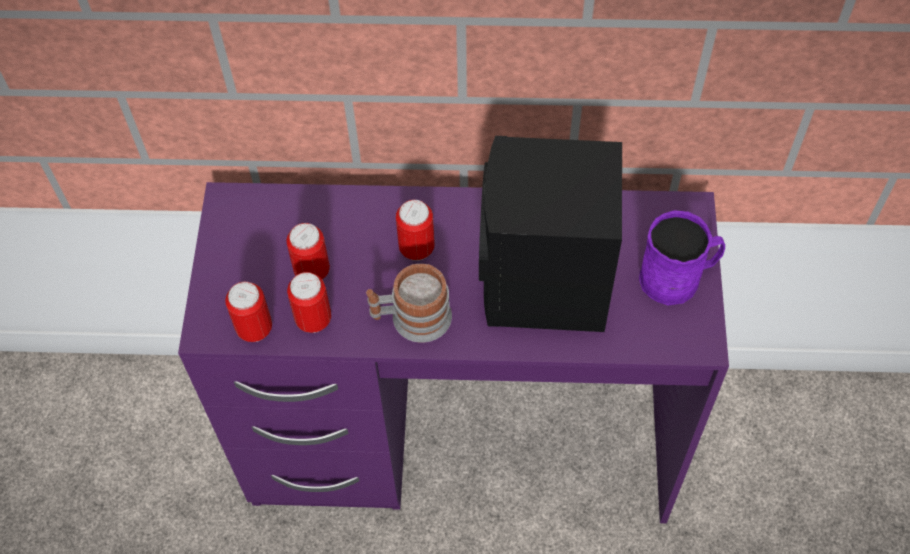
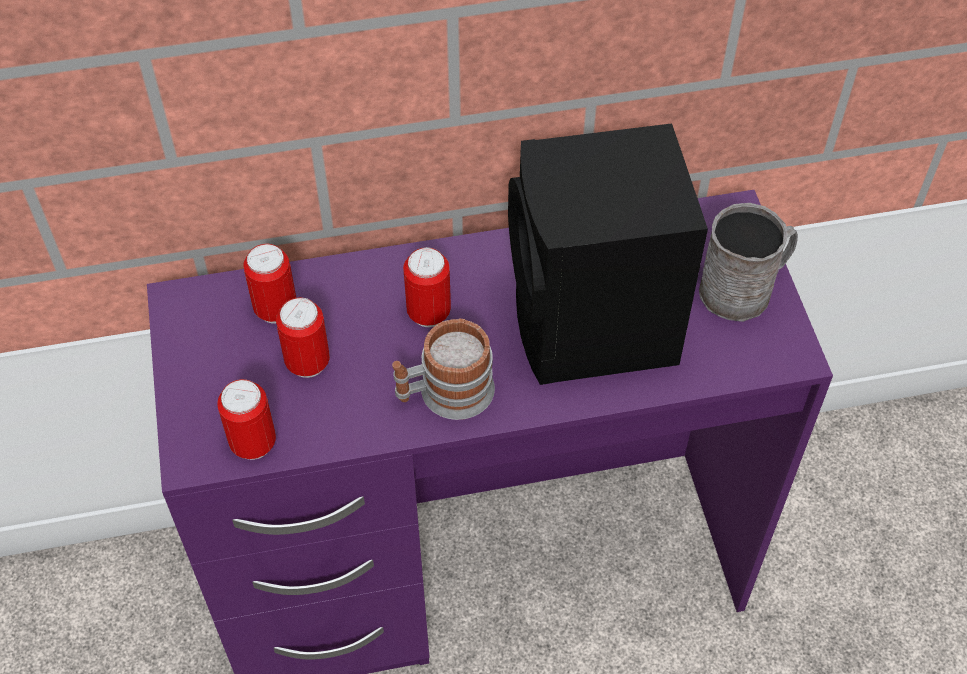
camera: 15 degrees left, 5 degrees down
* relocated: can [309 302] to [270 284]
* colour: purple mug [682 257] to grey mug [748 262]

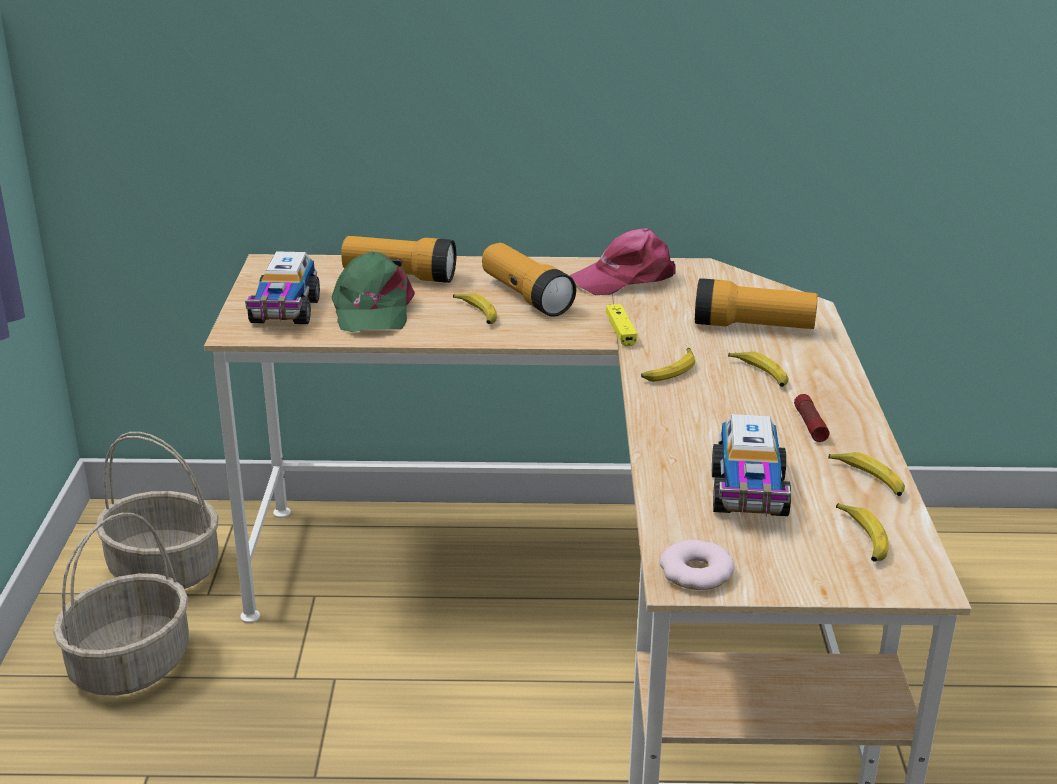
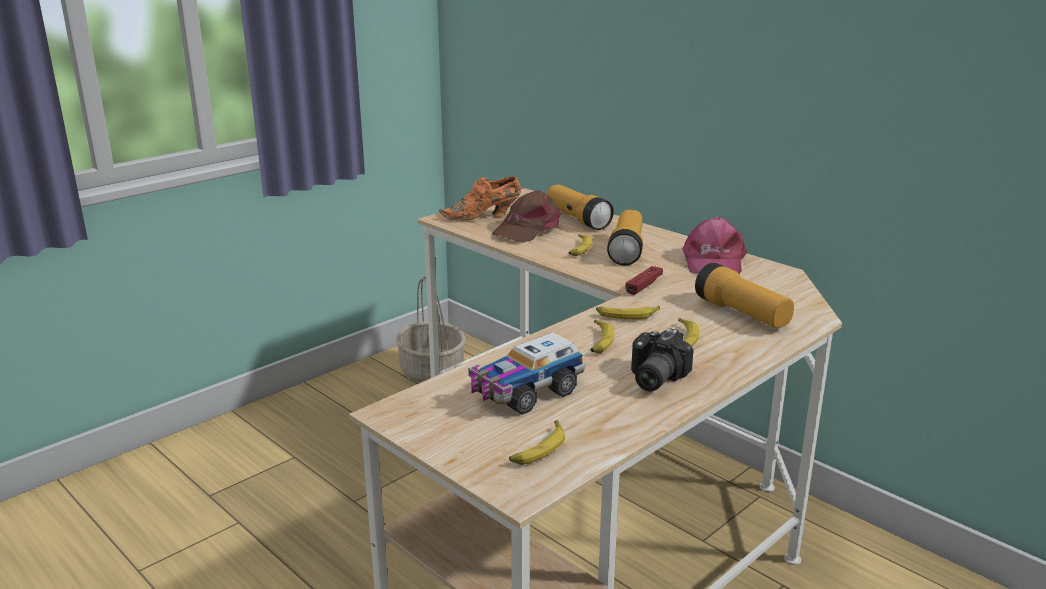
camera: 45 degrees right, 5 degrees down
* missing: basket [121 604]
* exchanged: toy truck [282 287] to orange shoe [480 198]
* colour: green cap [373 292] to brown cap [526 216]
* spun: pink cap [622 261] = [715 245] 105 degrees counterclockwise
* colour: yellow game controller [621 325] to red game controller [644 280]
* missing: donut [697 565]
* exchanged: flashlight [811 418] to photo camera [662 359]
* relocated: banana [866 474] to [602 336]

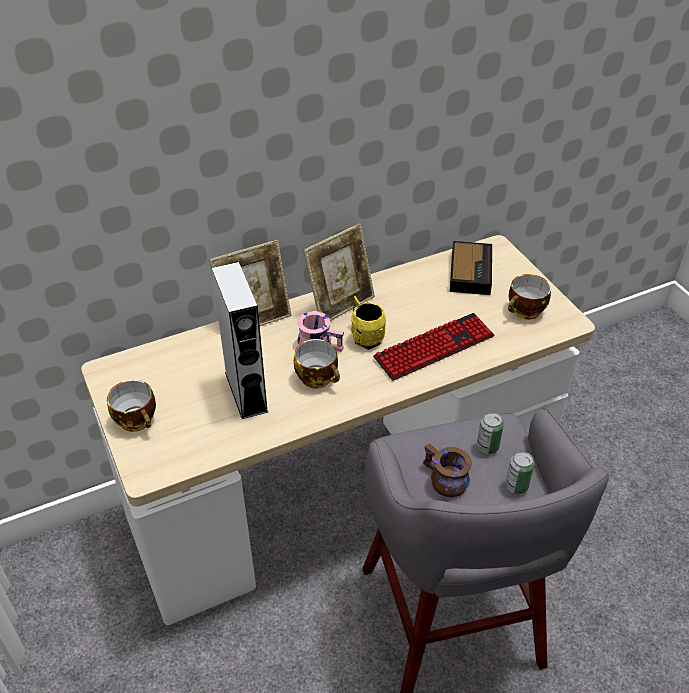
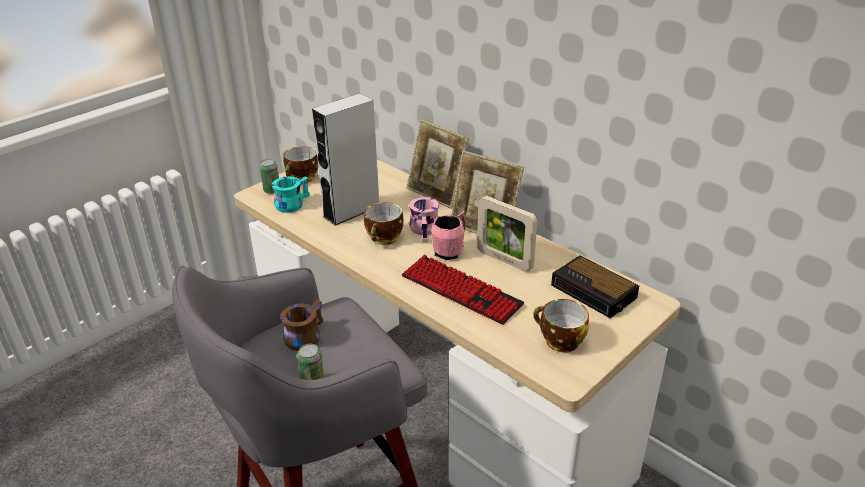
camera: 70 degrees right, 10 degrees down
* colour: yellow mug [368 323] to pink mug [448 235]
* spun: alarm clock [471 268] = [595 286] 60 degrees clockwise
* relocated: can [490 433] to [269 176]
* appeared: turquoise mug [291 194]
* appeared: picture frame [507 234]

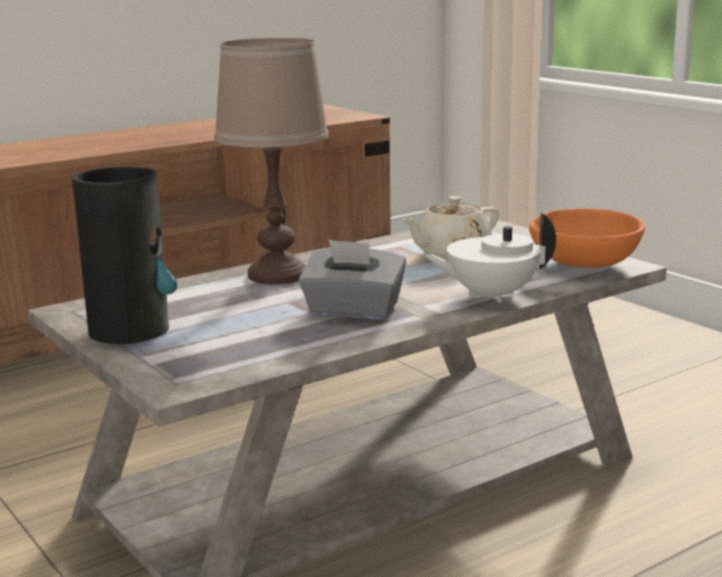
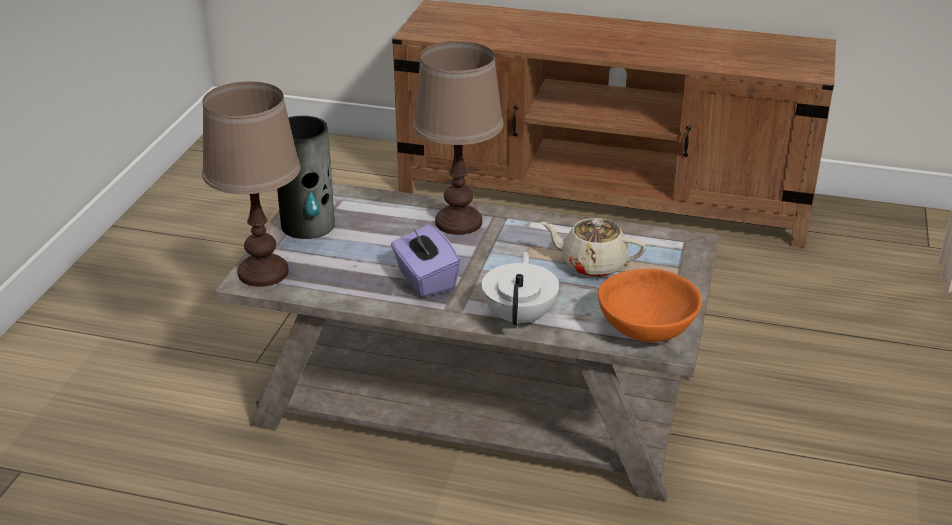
camera: 50 degrees right, 15 degrees up
* colour: grey tissue box [352 279] to purple tissue box [426 261]
* spun: white teapot [489 258] = [520 290] 60 degrees clockwise
* appeared: brown table lamp [251 184]

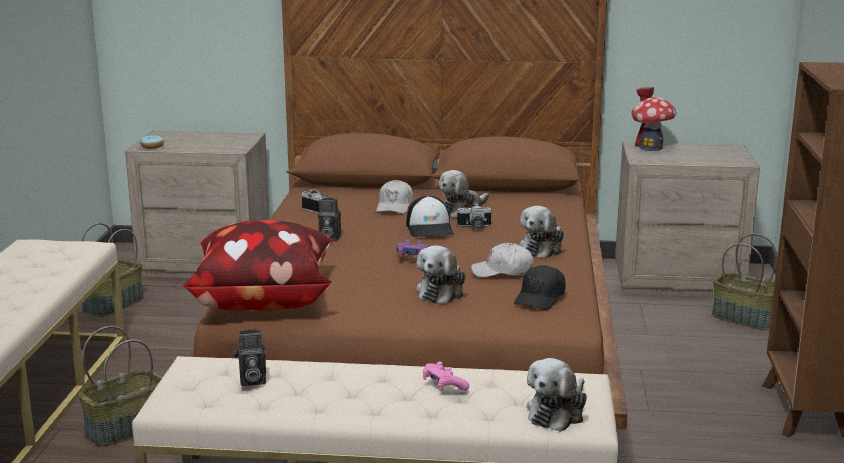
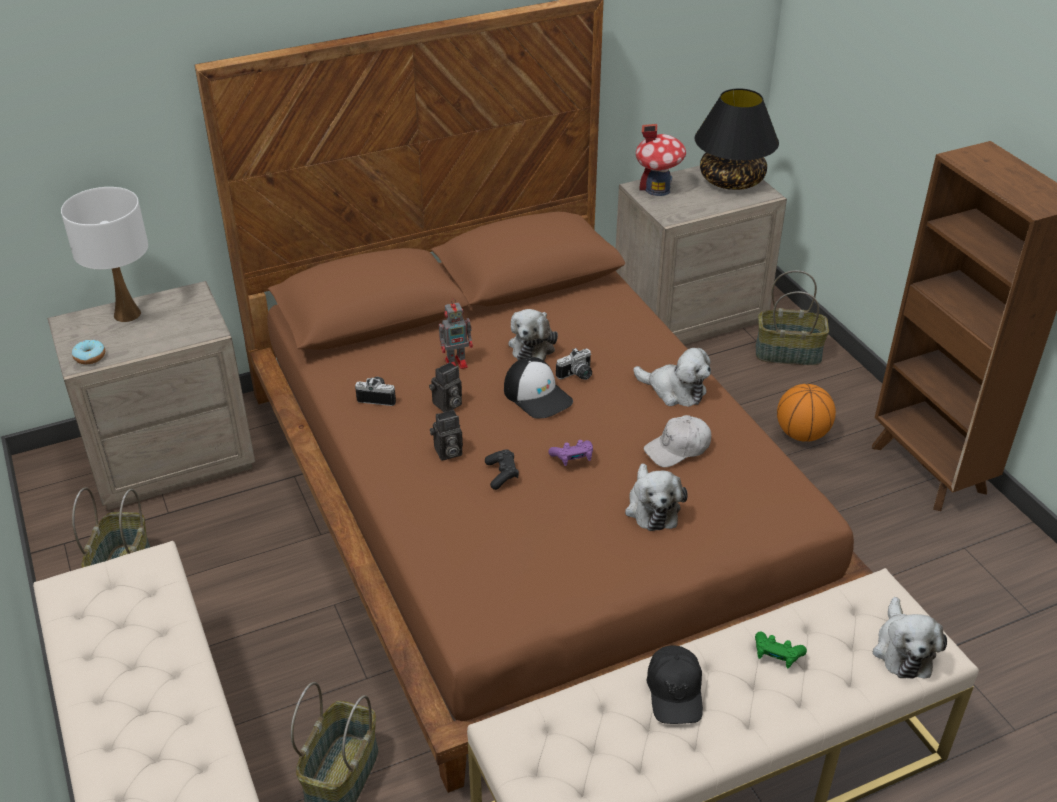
camera: 30 degrees left, 20 degrees up
* missing: pillow [256 265]
* relocated: photo camera [250 357] to [445 387]
* exchanged: white cap [394 197] to toy robot [456 333]
* colour: pink game controller [446 376] to green game controller [781 650]
* relocated: black cap [540 287] to [674 684]
* spun: plush toy [542 232] = [672 377] 60 degrees counterclockwise
* appeared: white table lamp [104 254]
* appeared: black game controller [502 469]
* appeared: black table lamp [736 139]
* appeared: basketball [806 413]

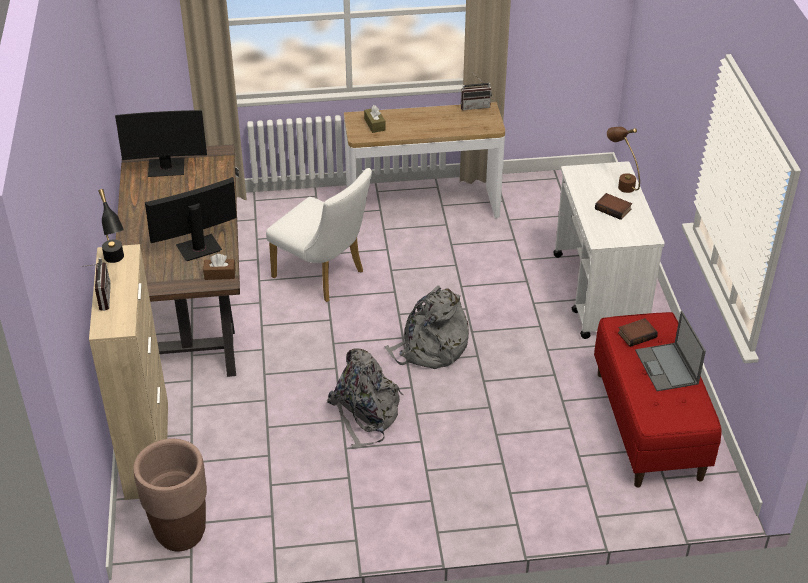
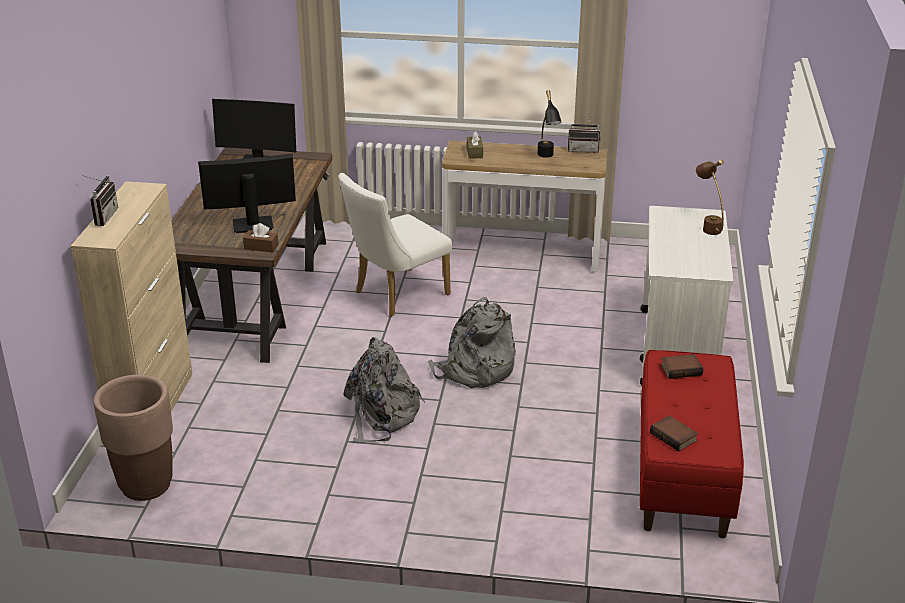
camera: 15 degrees right, 10 degrees down
* relocated: black table lamp [111 226] to [549 124]
* spun: white chair [319 235] = [395 244] 90 degrees clockwise
* relocated: book [613 206] to [674 433]
* missing: laptop [670 351]

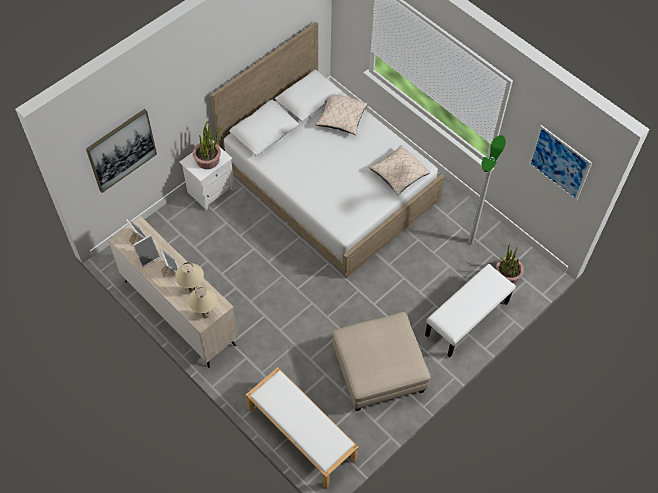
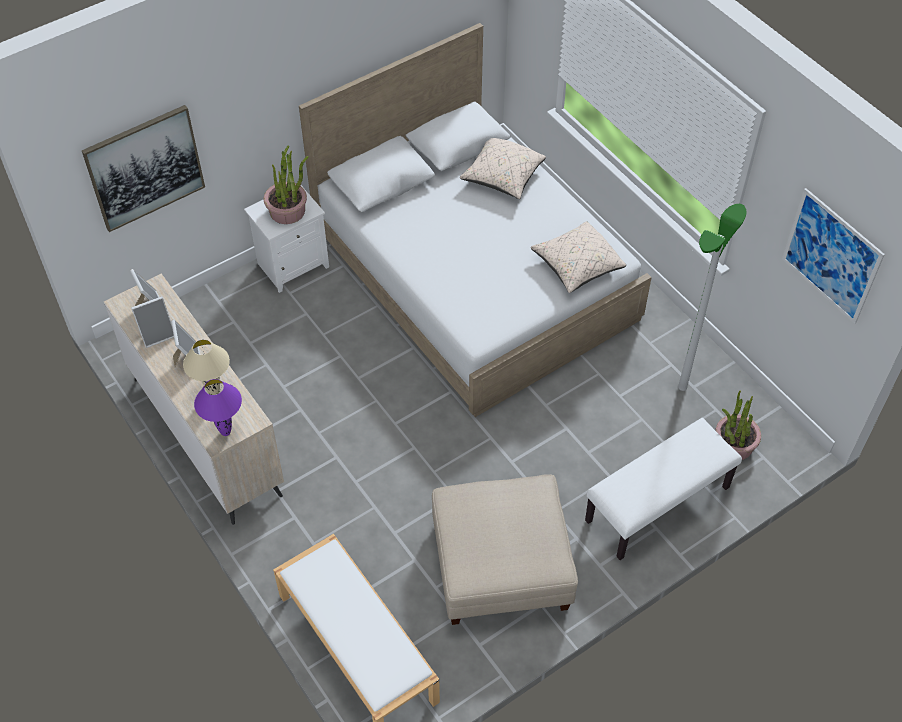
camera: 10 degrees right, 5 degrees down
* colour: beige table lamp [202 302] to purple table lamp [218 407]

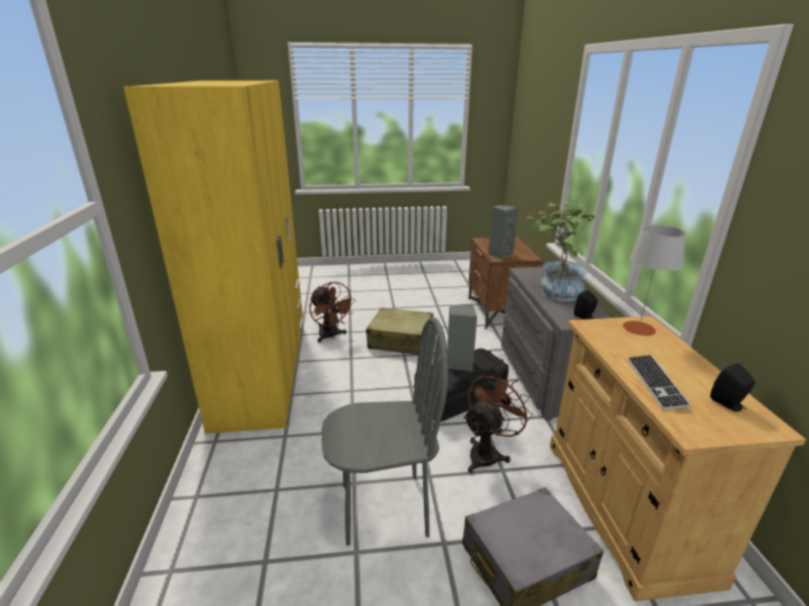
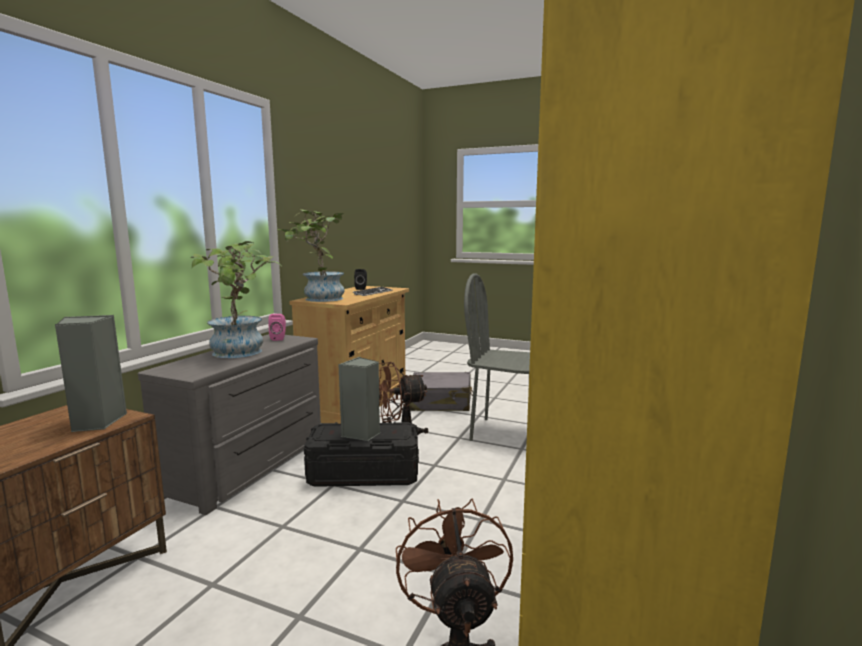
camera: 150 degrees left, 15 degrees down
* missing: beige suitcase [399 331]
* colour: black speaker [586 304] to pink speaker [277 327]
* exchanged: grey table lamp [654 280] to potted plant [310 255]

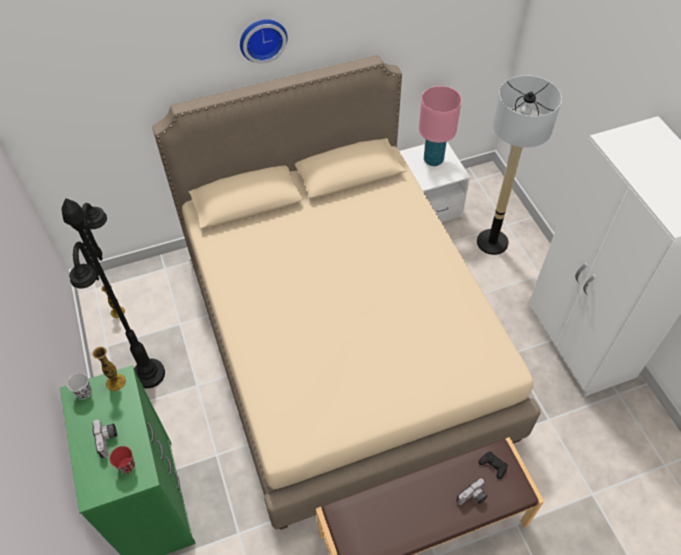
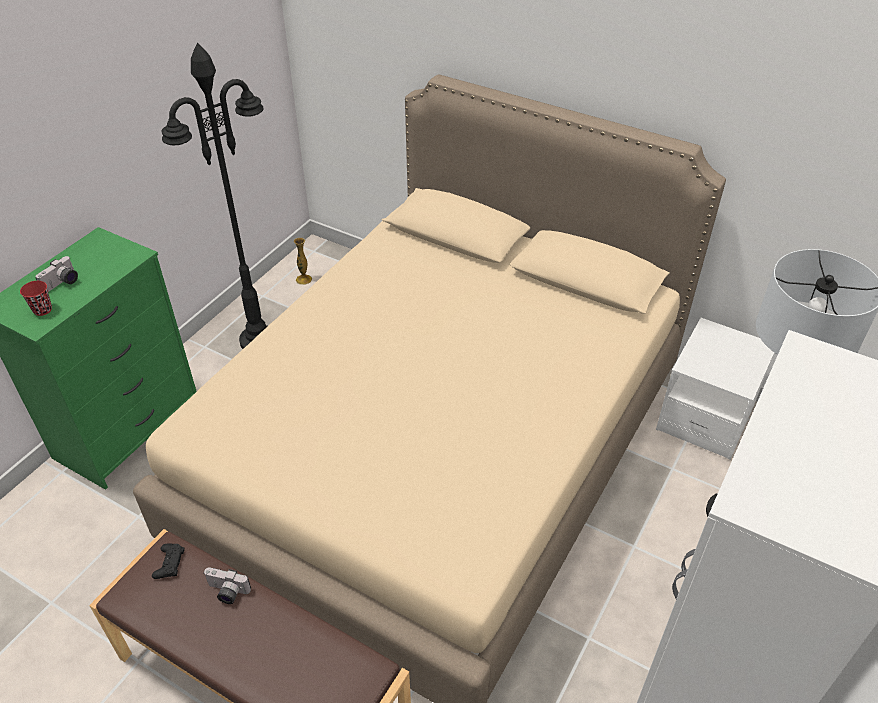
camera: 50 degrees right, 10 degrees down
* missing: black cup [79 386]
* missing: vase [109 368]
* missing: wall clock [263 41]
* missing: pink table lamp [440 126]
* relocated: photo camera [471 491] to [227 586]
* relocated: black game controller [493 465] to [168 561]

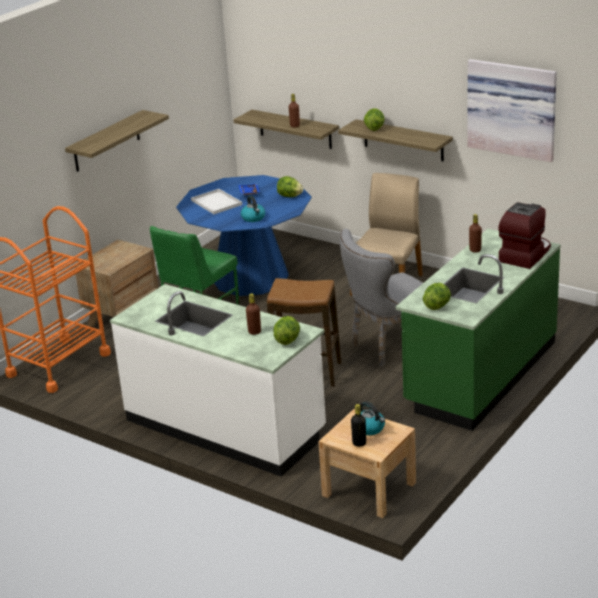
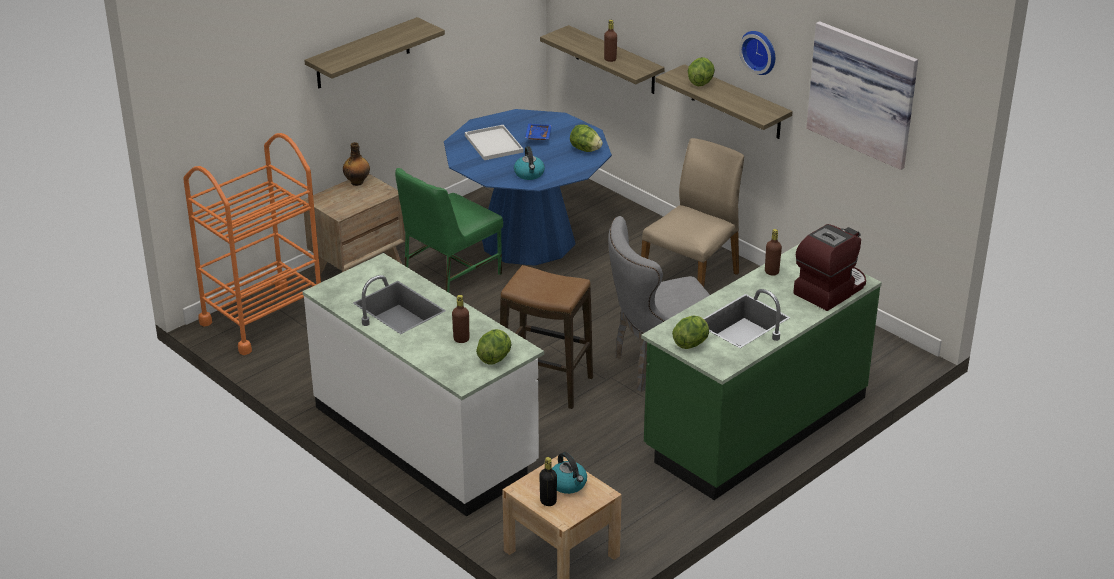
camera: 10 degrees right, 5 degrees up
* appeared: bottle [356 164]
* appeared: wall clock [757 53]

